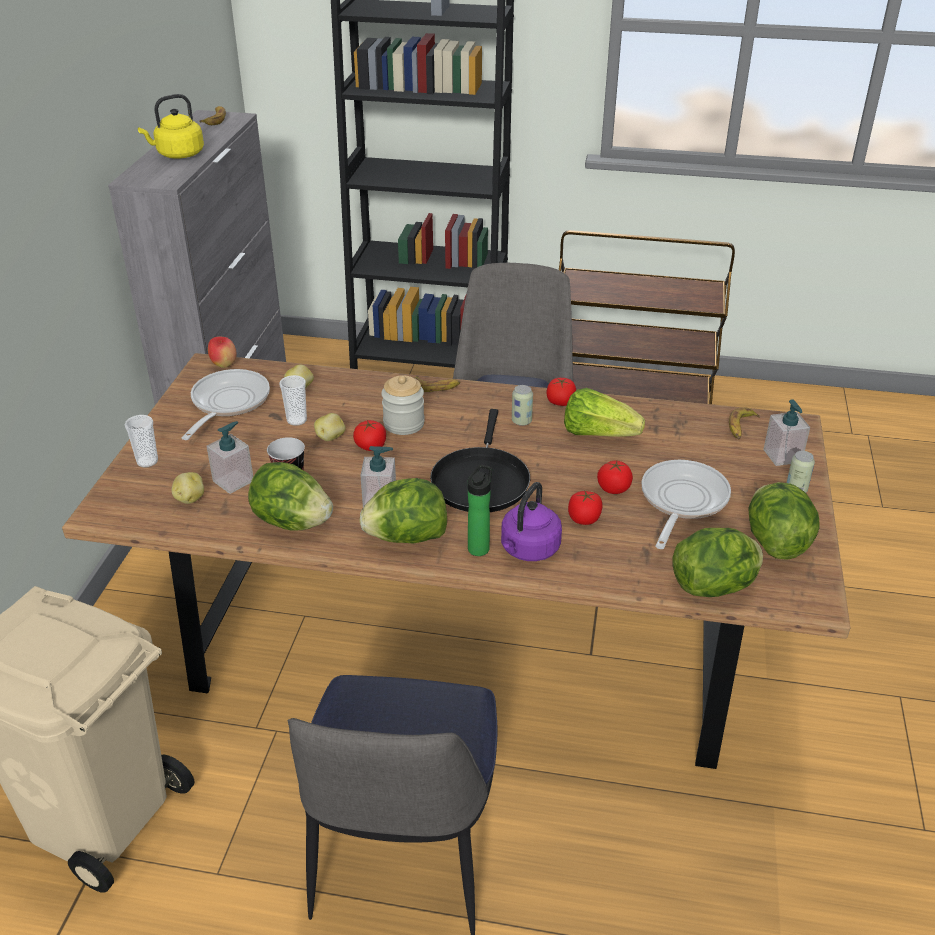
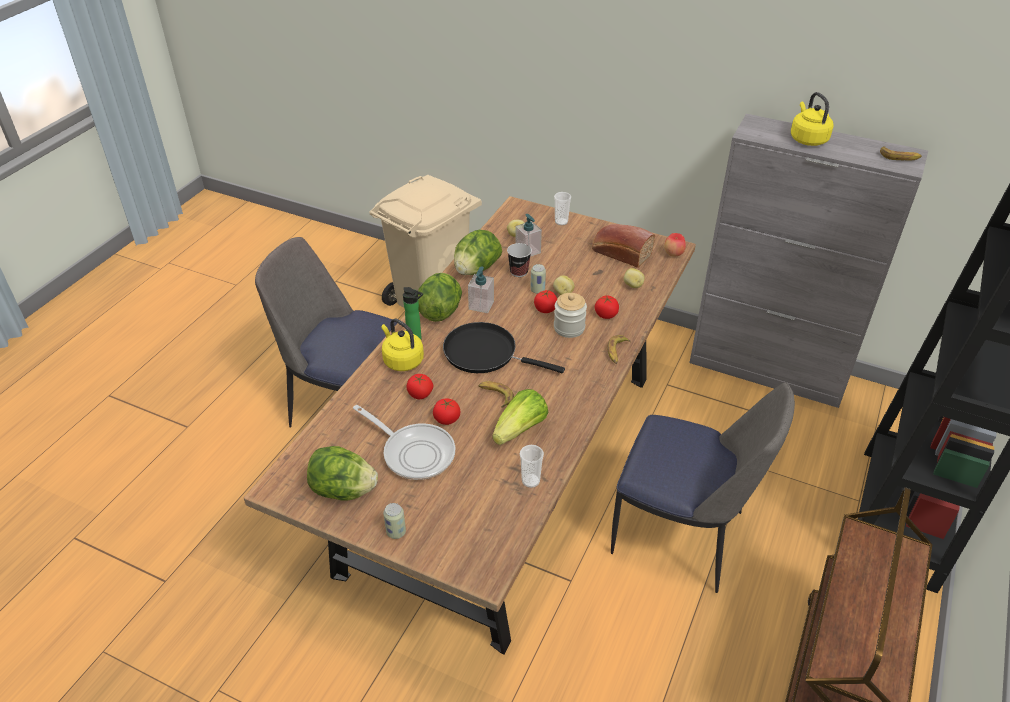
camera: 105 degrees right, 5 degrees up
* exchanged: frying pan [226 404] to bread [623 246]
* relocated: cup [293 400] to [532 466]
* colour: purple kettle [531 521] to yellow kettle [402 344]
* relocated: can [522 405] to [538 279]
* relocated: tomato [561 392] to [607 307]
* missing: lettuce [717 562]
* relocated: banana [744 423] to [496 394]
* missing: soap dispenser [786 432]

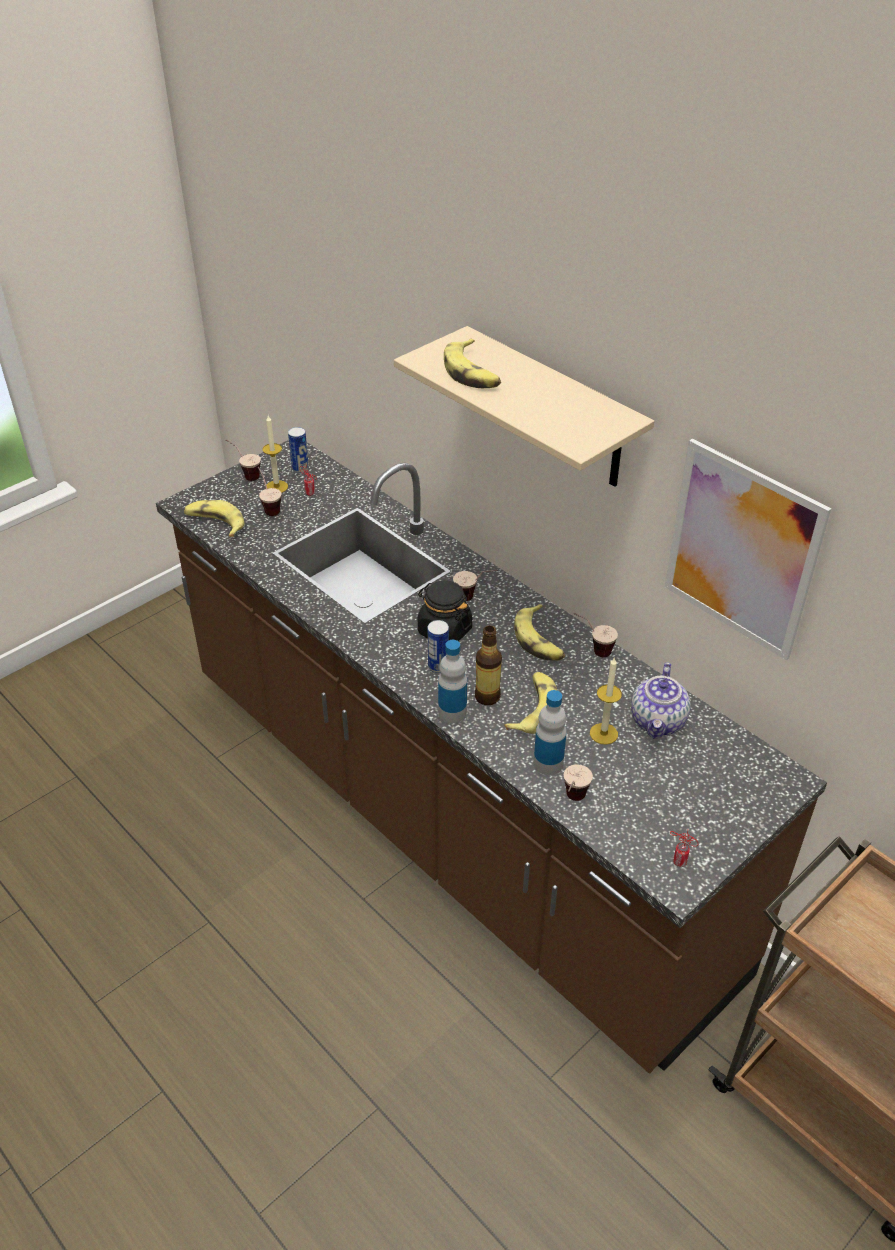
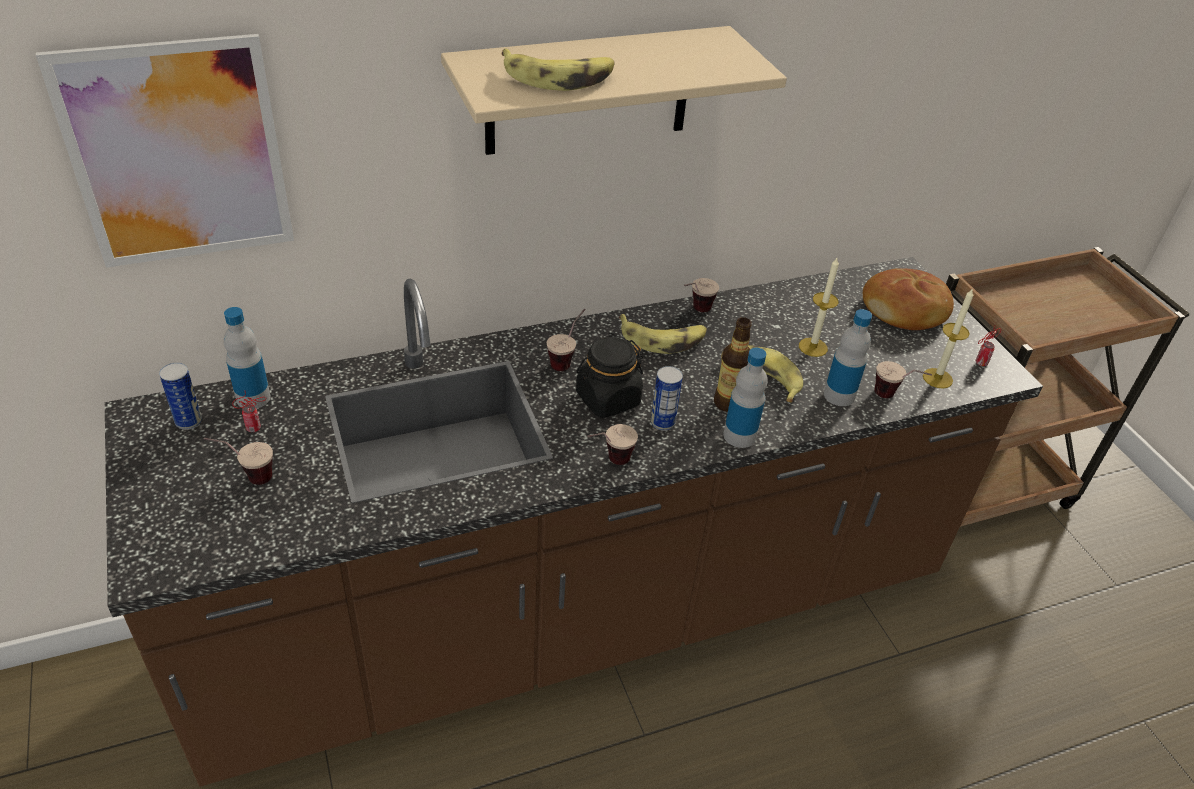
camera: 70 degrees left, 0 degrees up
* missing: banana [214 518]
* relocated: cup [243 460] to [612 444]
* relocated: candle [275 454] to [948 338]
* missing: teapot [661 700]
* relocated: picture [748 550] to [165 151]
* appeared: bottle [247 358]
* appeared: bread [908 299]

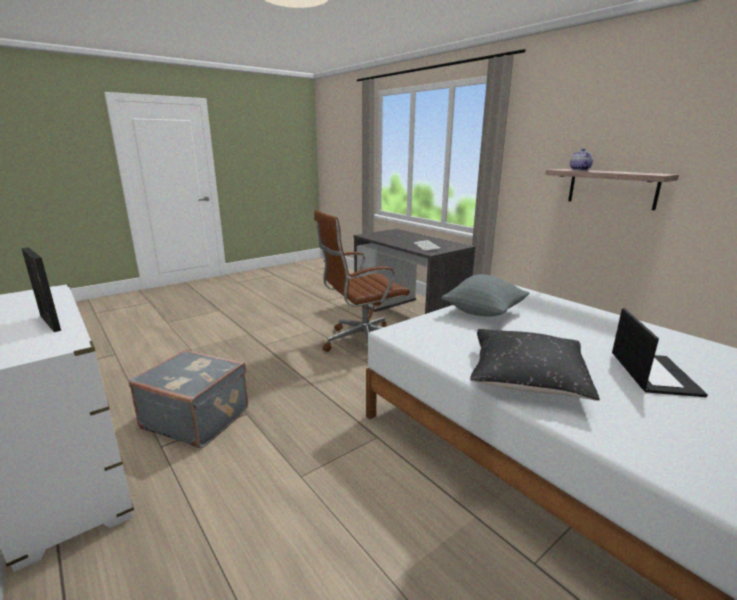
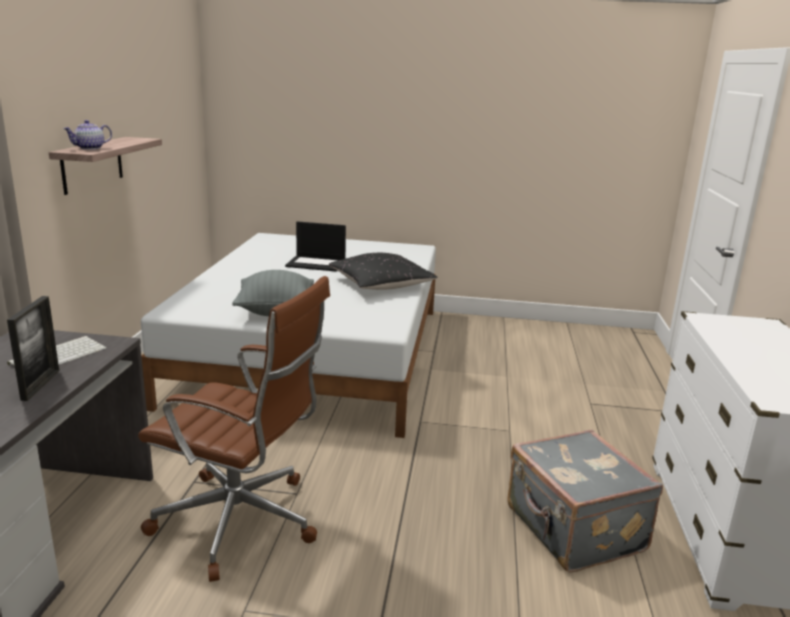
camera: 135 degrees left, 0 degrees up
* relocated: picture frame [41 289] to [33 348]
* spun: laptop [660 352] = [315 246] 135 degrees counterclockwise

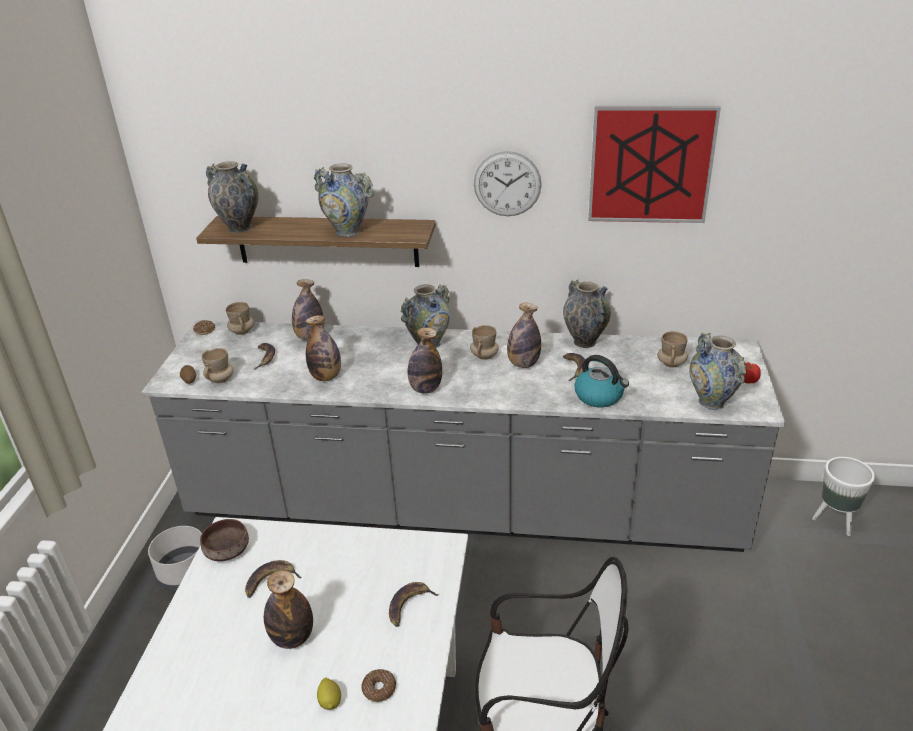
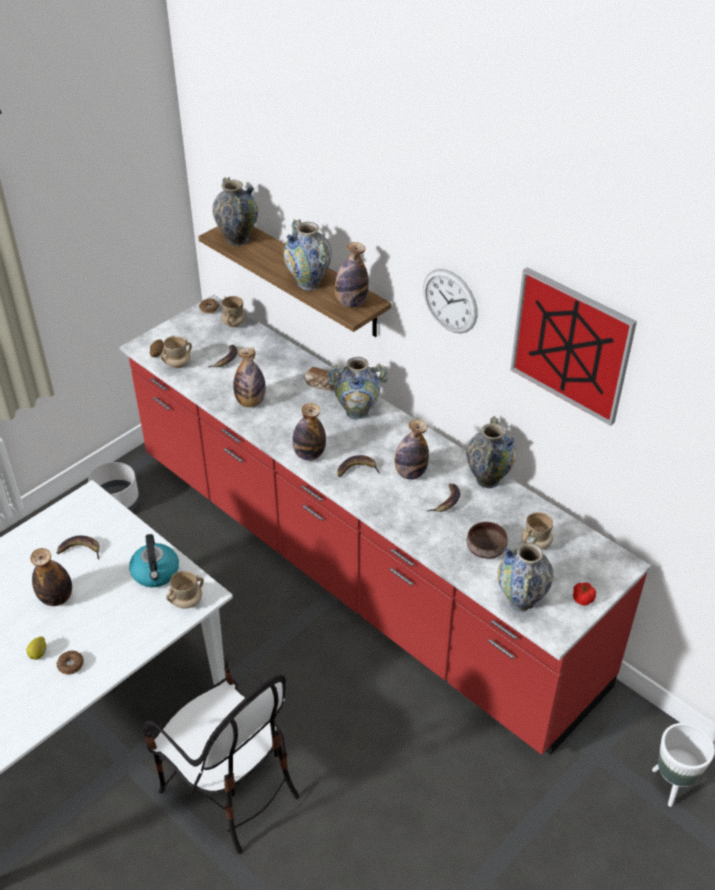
camera: 35 degrees right, 10 degrees up
* colour: grey counter [463 436] to red counter [385 525]
* relocated: brown bowl [224 540] to [487 540]
* relocated: bottle [308 309] to [351 275]
* relocated: banana [414 604] to [358 466]
* relocated: beige mug [484 342] to [185 590]
* relocated: kettle [601 381] to [154 560]
* appeared: bread [321 378]

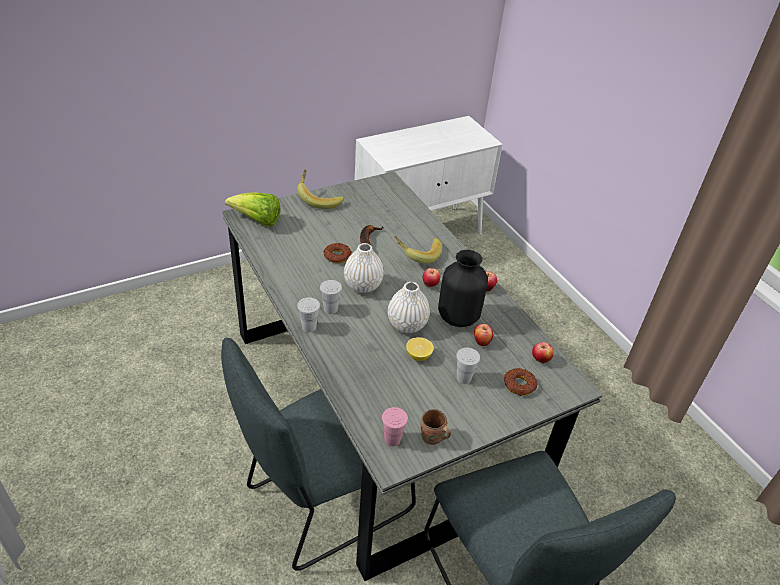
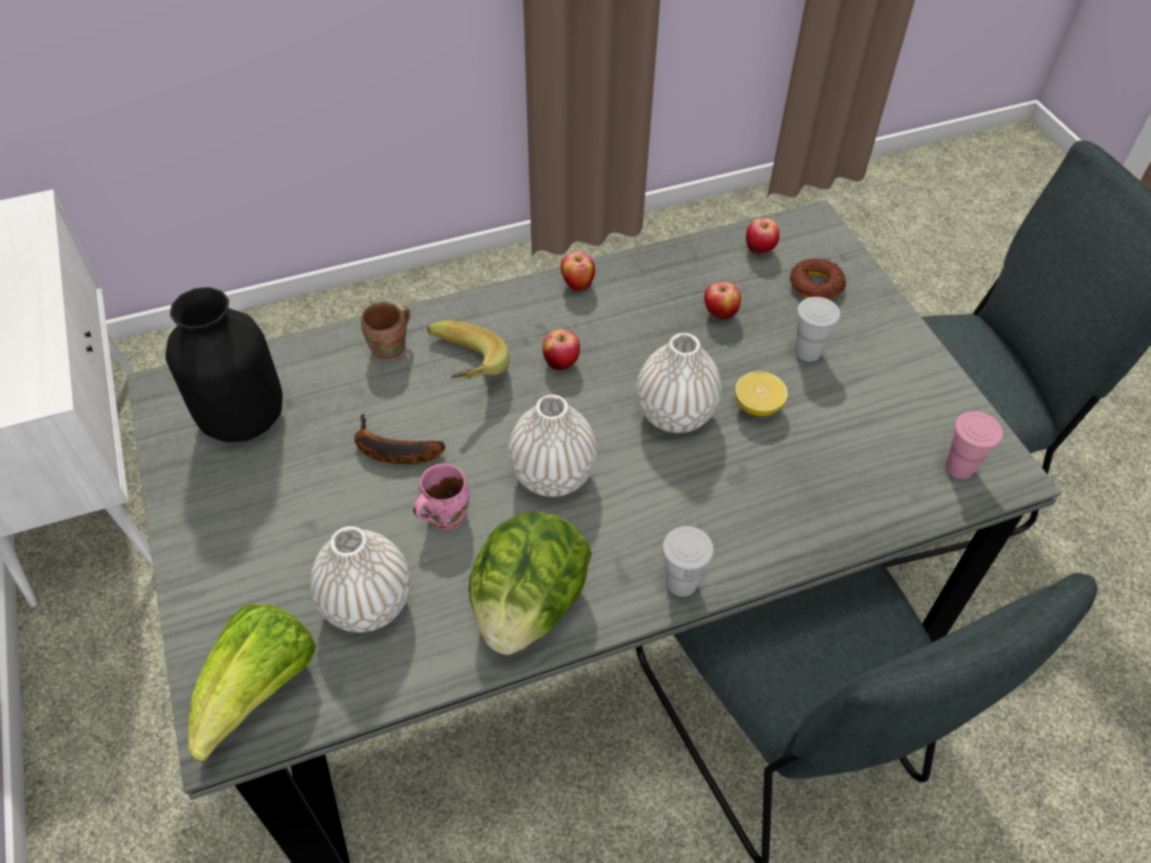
camera: 80 degrees left, 10 degrees up
* missing: banana [320 189]
* missing: white cup [331 297]
* exchanged: donut [338 253] to pink mug [441 497]
* relocated: brown mug [436 427] to [385 331]
* relocated: black vase [463 288] to [224 364]
* appeared: white vase [360 579]
* appeared: lettuce [530 583]

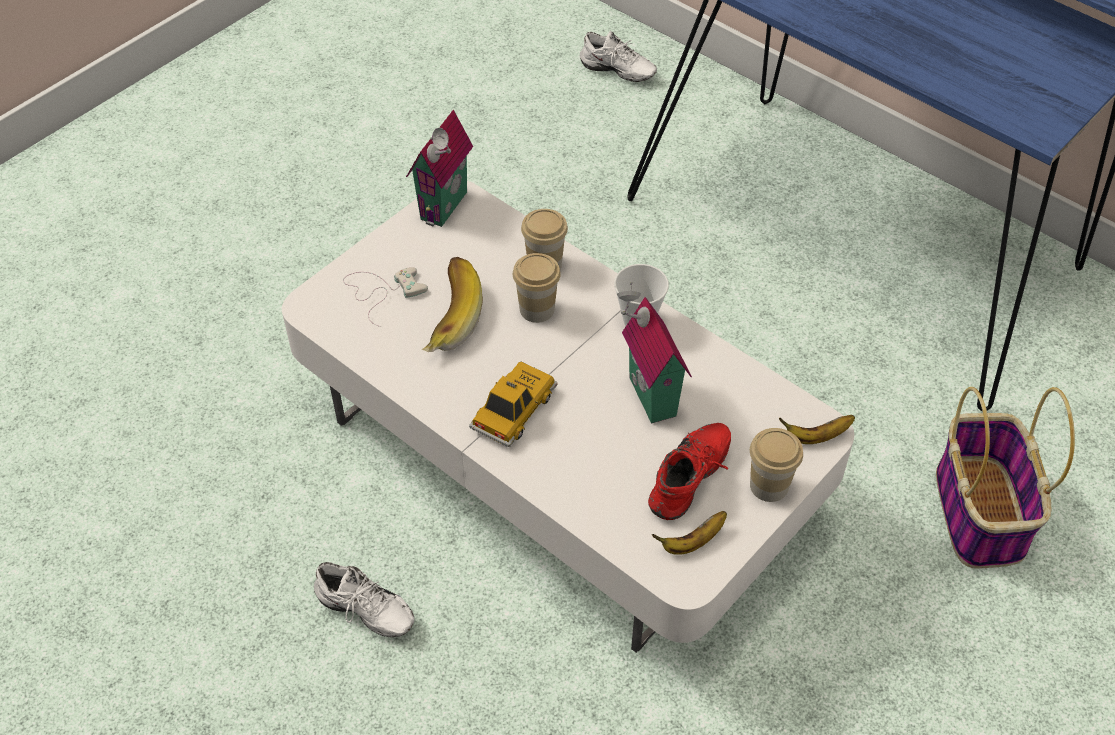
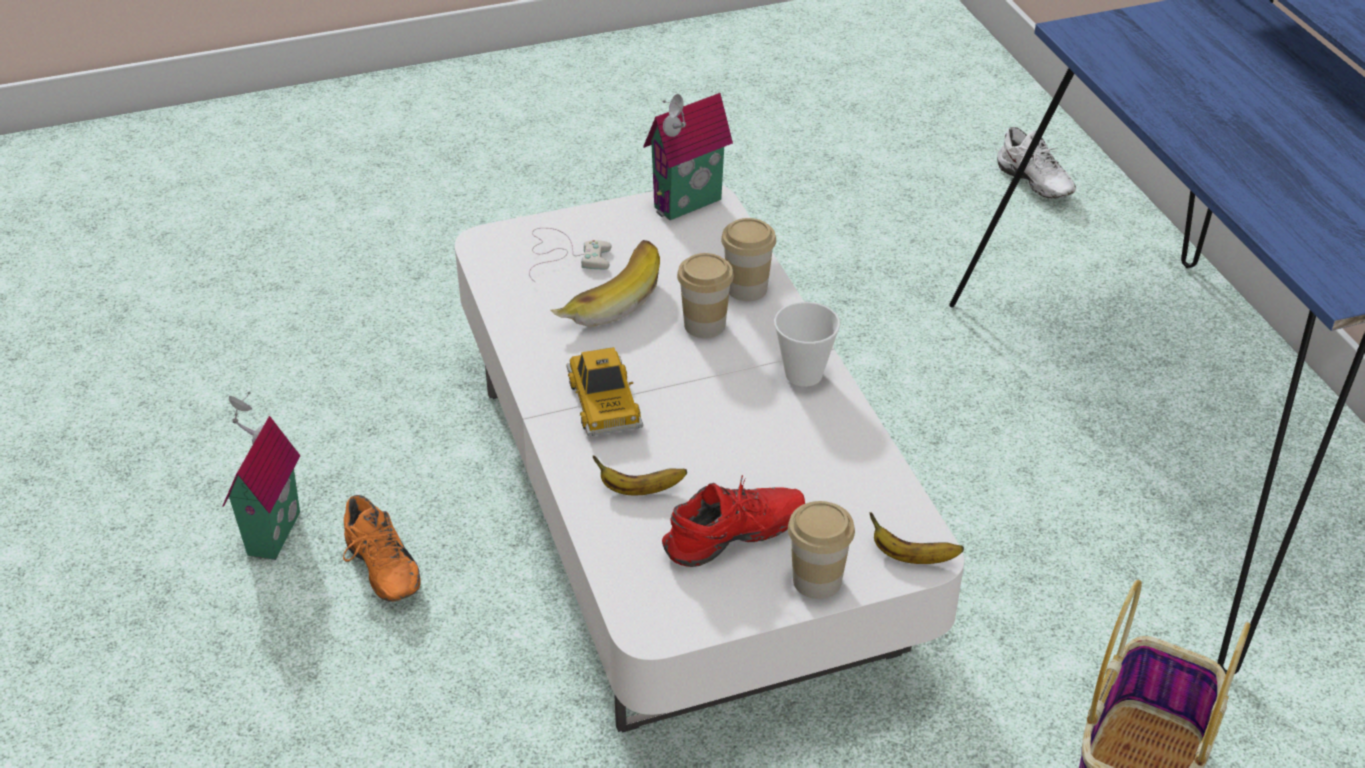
camera: 30 degrees right, 10 degrees down
* colour: white shoe [364 599] to orange shoe [382 548]
* spun: toy car [513 404] = [604 391] 105 degrees clockwise
* relocated: toy house [654 352] to [261 475]
* relocated: banana [689 533] to [640 475]

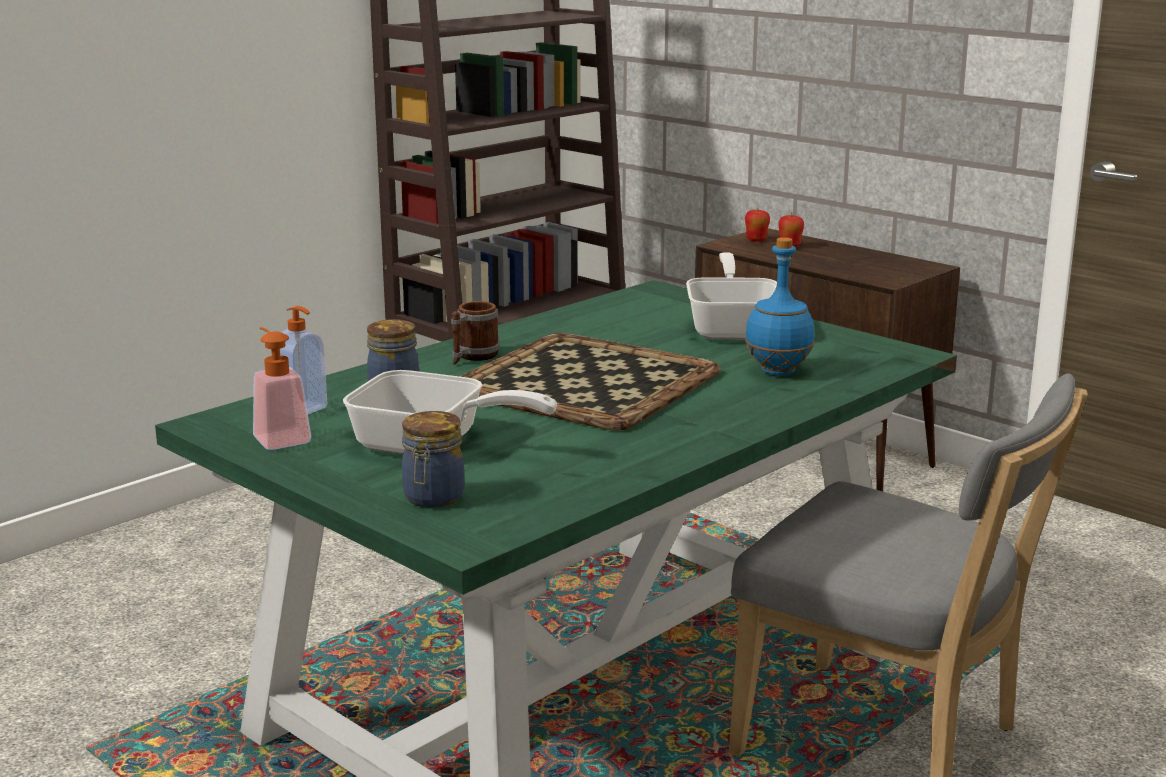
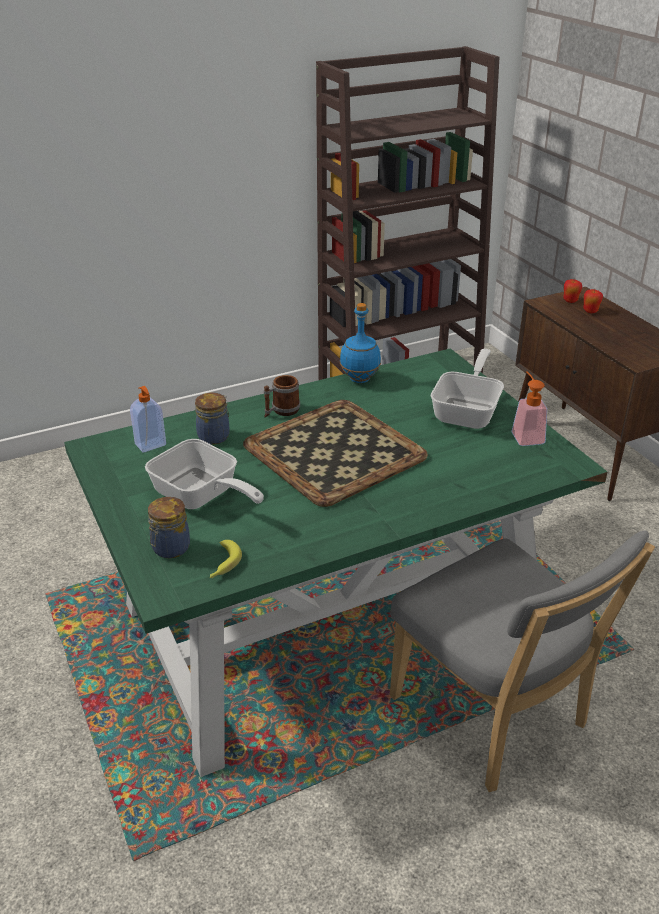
camera: 20 degrees right, 15 degrees up
* relocated: soap dispenser [282 388] to [529 408]
* relocated: blue bottle [780 306] to [360 343]
* appeared: banana [226 559]

